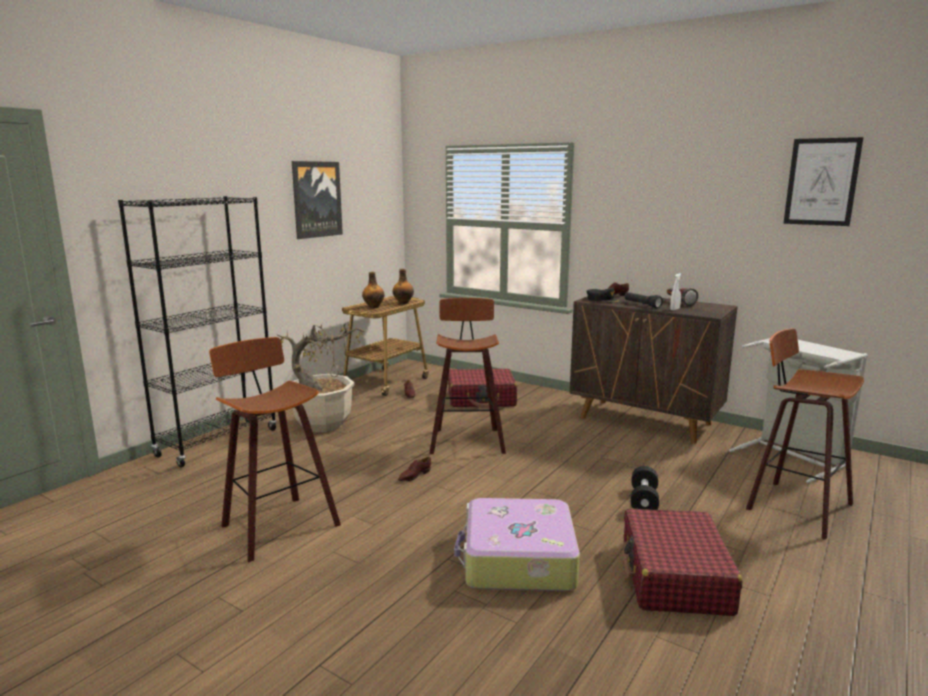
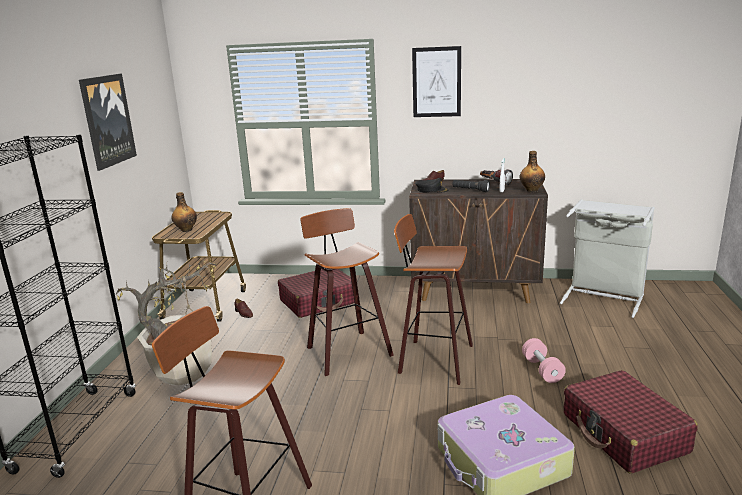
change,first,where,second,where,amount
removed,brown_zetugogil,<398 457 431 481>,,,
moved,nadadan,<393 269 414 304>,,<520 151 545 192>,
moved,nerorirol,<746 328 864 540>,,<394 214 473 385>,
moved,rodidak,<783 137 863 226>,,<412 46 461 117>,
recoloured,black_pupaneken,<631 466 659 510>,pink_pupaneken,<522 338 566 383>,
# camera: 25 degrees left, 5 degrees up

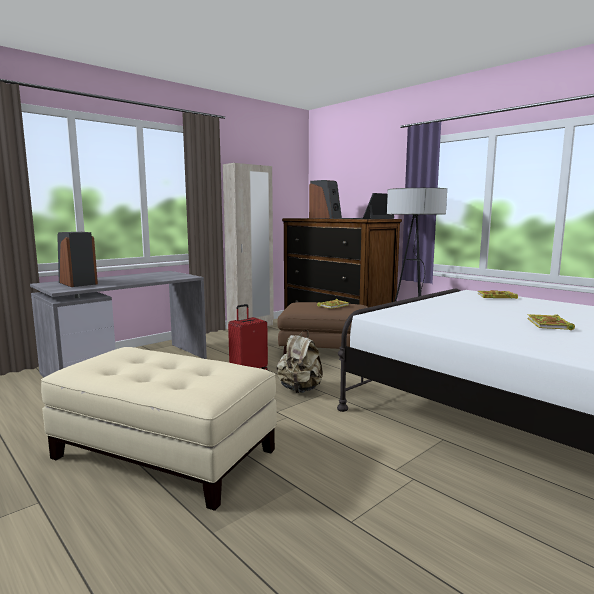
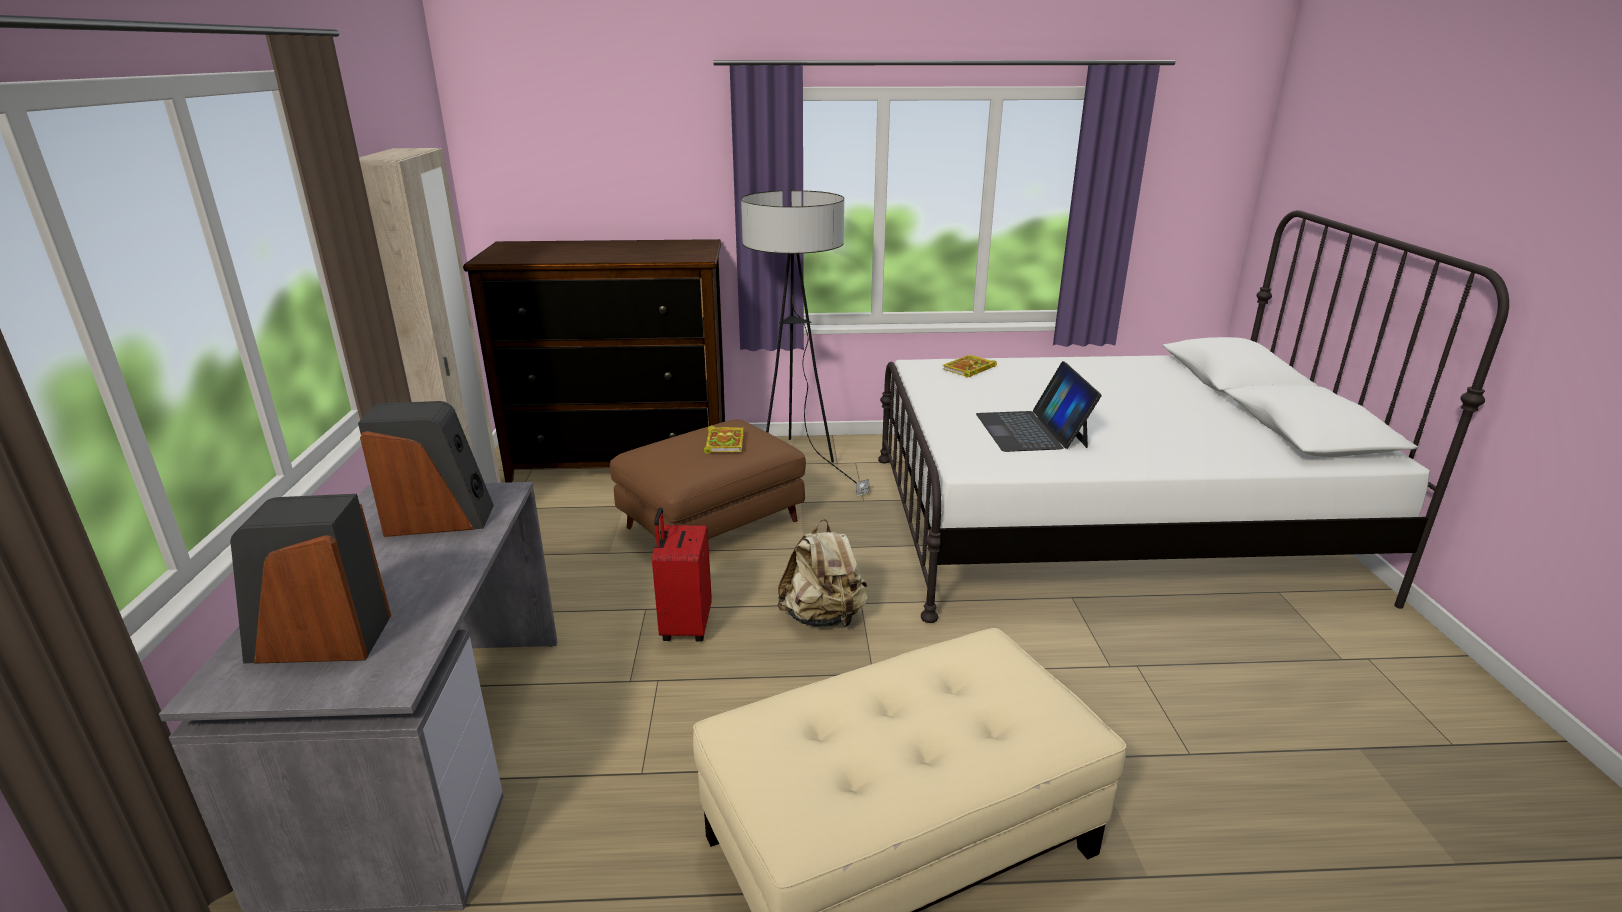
change,first,where,second,where,amount
removed,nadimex,<527 314 575 330>,,,
moved,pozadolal,<309 180 342 219>,,<358 401 494 537>,
moved,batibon,<342 193 394 219>,,<976 361 1102 452>,
# camera: 50 degrees left, 15 degrees up

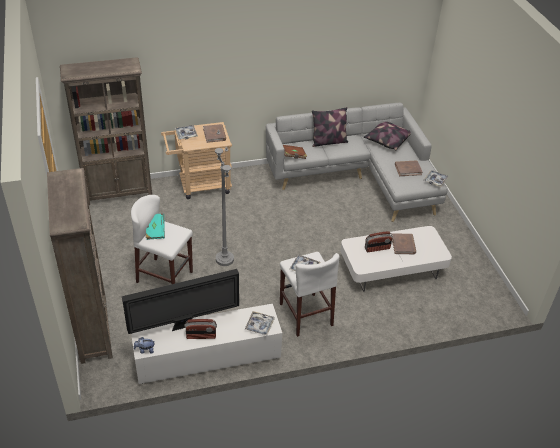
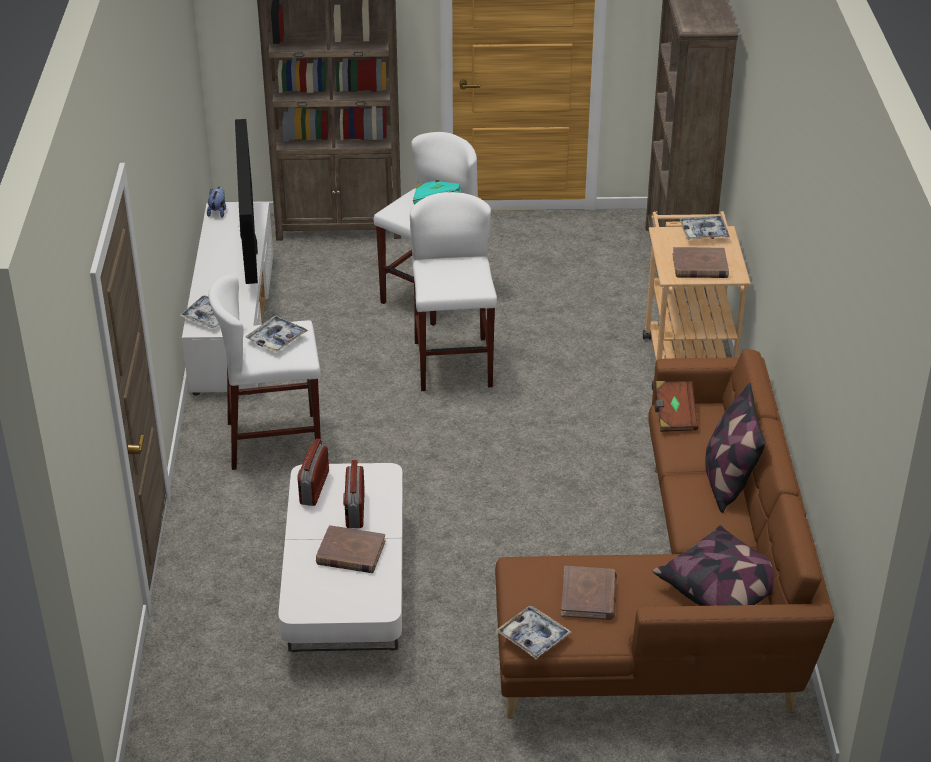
change,first,where,second,where,amount
moved,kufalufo,<185 319 217 339>,,<297 439 329 506>,
replaced,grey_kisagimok,<215 130 234 266>,white_nerorirol,<410 192 497 391>,
recoloured,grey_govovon,<266 103 448 222>,brown_govovon,<495 349 834 718>,
# camera: 105 degrees right, 5 degrees down

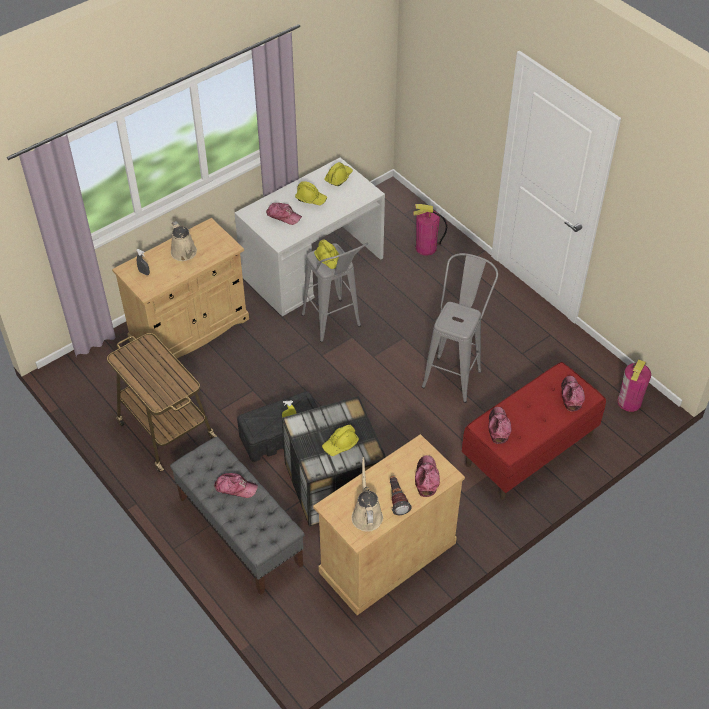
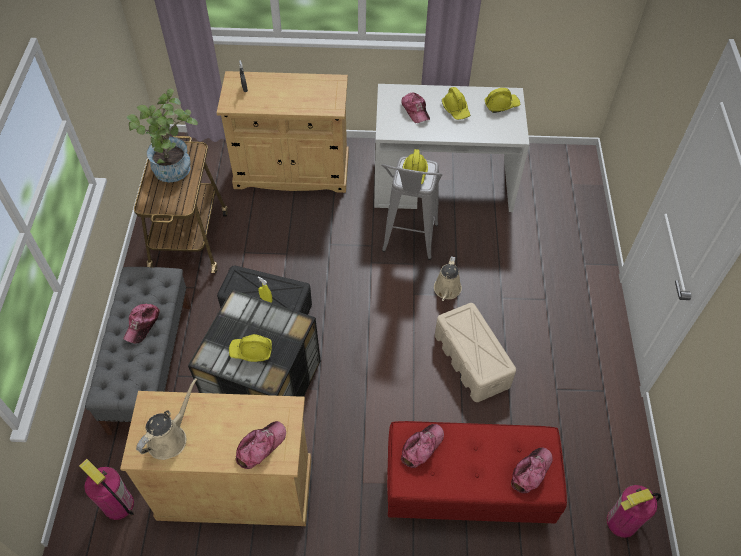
change,first,where,second,where,amount
removed,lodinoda,<390 475 411 515>,,,
added,,,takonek,<127 88 198 182>,
moved,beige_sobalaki,<171 221 197 261>,,<434 256 462 301>,
moved,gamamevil,<413 204 447 256>,,<79 459 134 520>,
replaced,grey_nerorirol,<422 253 498 403>,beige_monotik,<435 303 516 402>,
turned,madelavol,<214 473 258 498>,,<123 304 160 344>,60 degrees clockwise
# camera: 40 degrees right, 5 degrees up

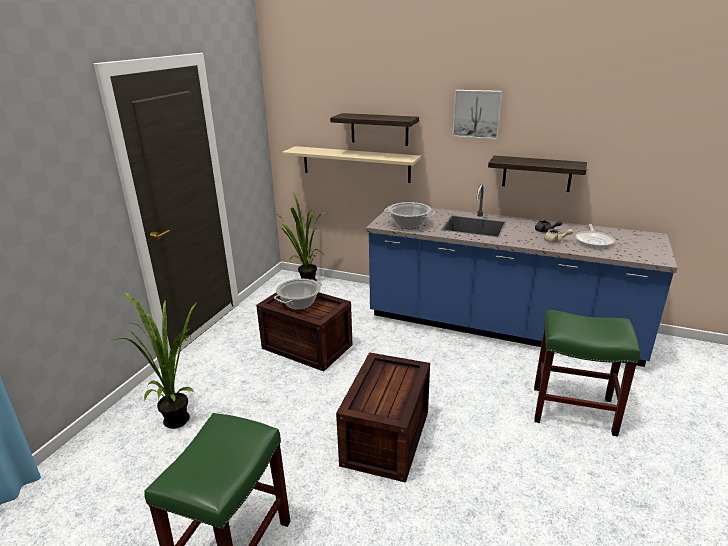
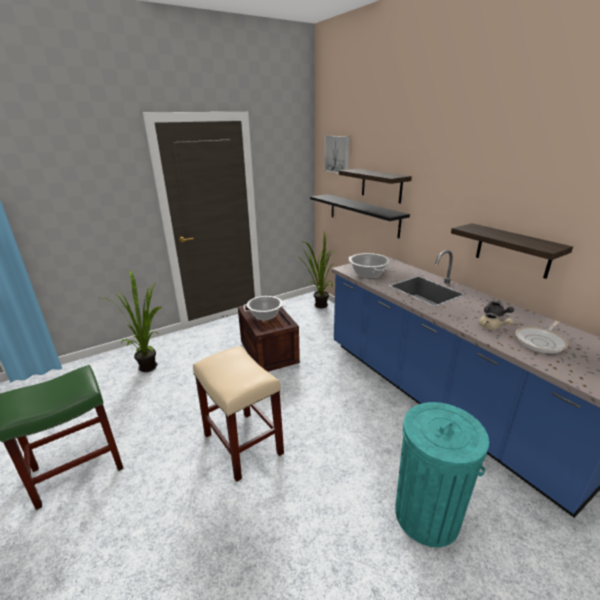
change,first,where,second,where,amount
moved,rodidak,<452 90 502 139>,,<324 136 350 173>,
replaced,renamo,<336 352 430 483>,beige_nerorirol,<193 346 284 482>,
replaced,green_nerorirol,<534 309 640 437>,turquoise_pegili,<395 402 489 547>,
recoloured,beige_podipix,<282 146 421 183>,black_podipix,<310 194 410 239>,
# camera: 35 degrees right, 0 degrees up

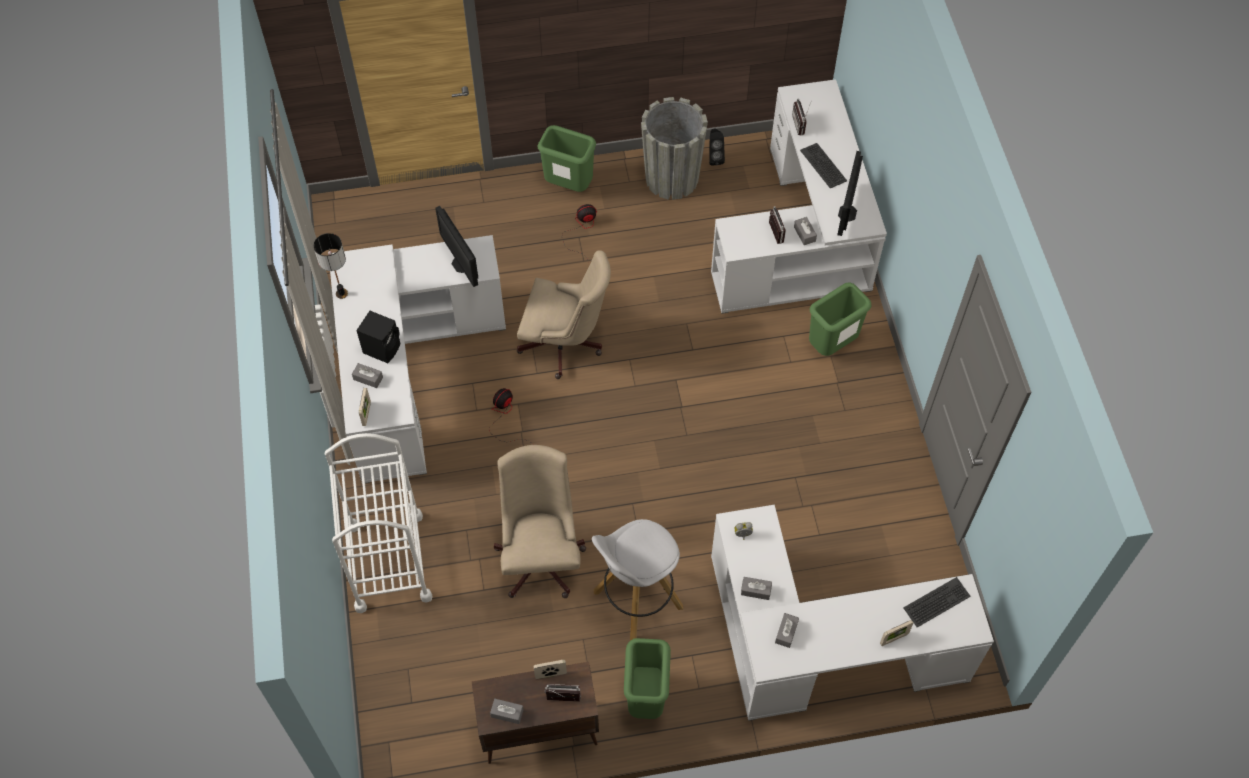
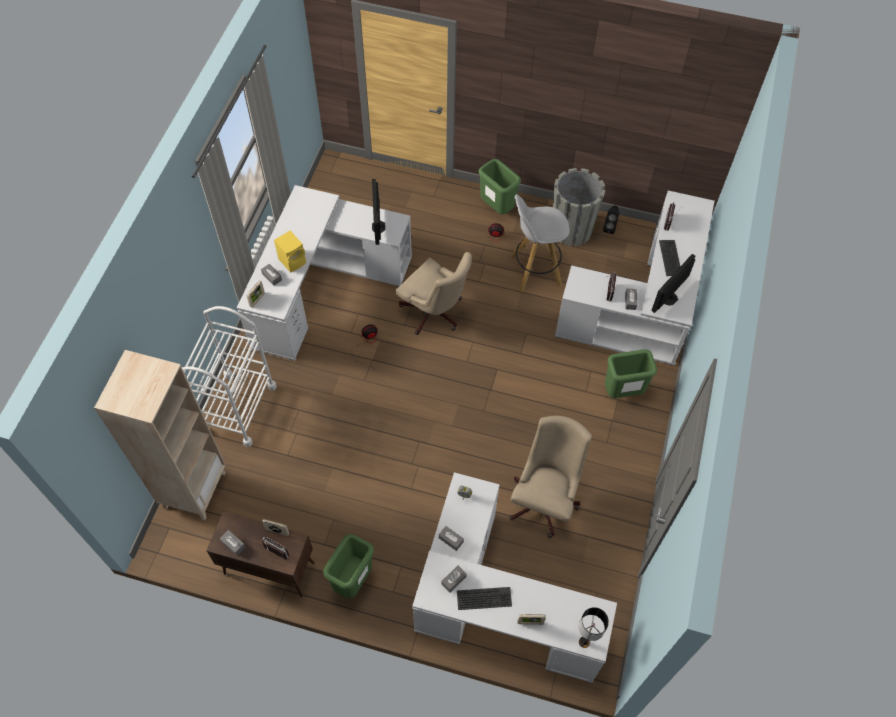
change,first,where,second,where,amount
added,,,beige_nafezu,<94 350 226 520>,
moved,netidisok,<314 233 348 299>,,<579 607 609 648>,
moved,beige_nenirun,<494 445 586 598>,,<509 416 592 538>,
moved,white_nerorirol,<592 519 683 641>,,<511 194 570 292>,
moved,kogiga,<903 577 971 627>,,<457 587 512 610>,
recoloured,black_pozadolal,<356 311 401 364>,yellow_pozadolal,<274 231 306 273>,
# camera: 25 degrees right, 0 degrees up

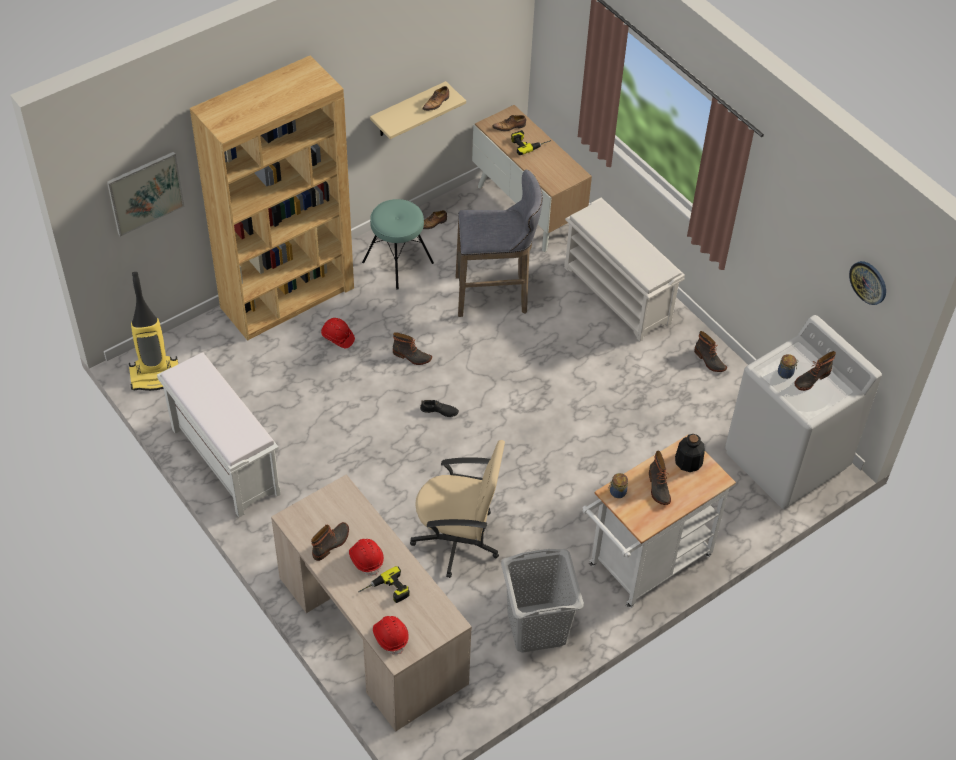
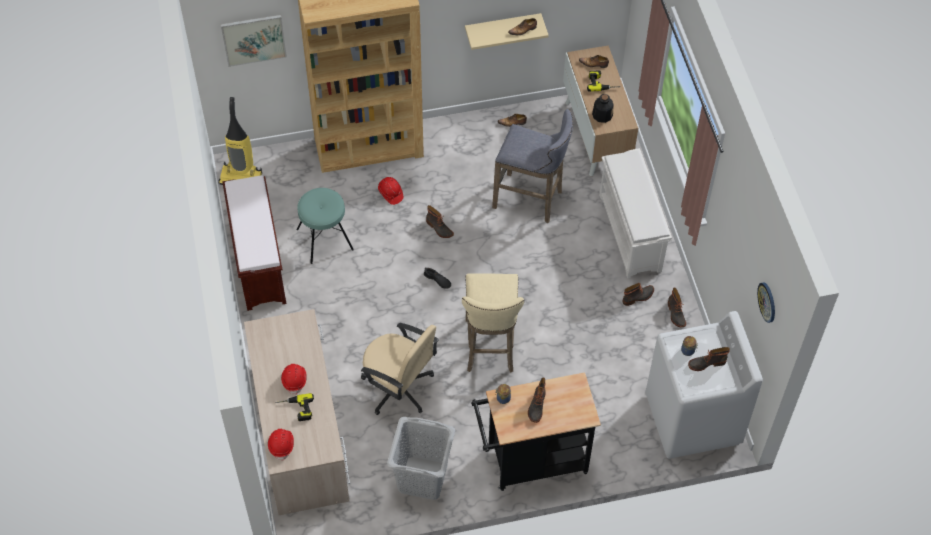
change,first,where,second,where,amount
added,,,beige_nerorirol,<462 273 524 372>,
moved,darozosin,<311 522 349 561>,,<622 283 654 306>,
moved,turquoise_nerorirol,<362 199 434 290>,,<296 188 354 264>,
moved,nadadan,<675 434 705 472>,,<592 94 614 123>,
recoloured,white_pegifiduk,<157 352 281 517>,brown_pegifiduk,<222 175 287 311>,
recoloured,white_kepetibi,<583 435 736 608>,black_kepetibi,<471 372 601 491>,
# camera: 25 degrees right, 5 degrees up

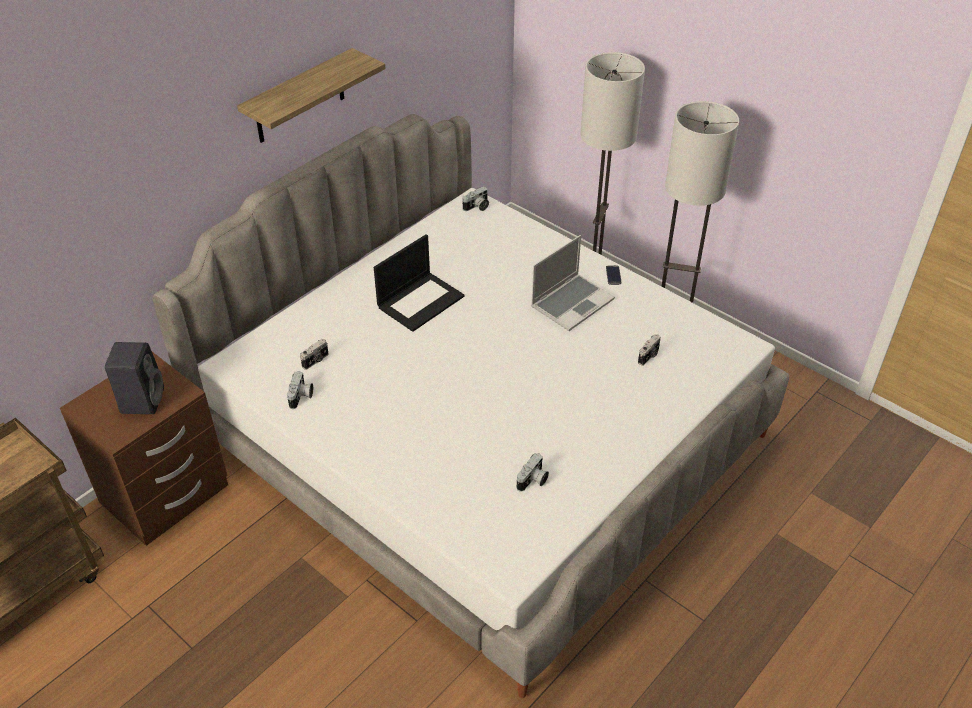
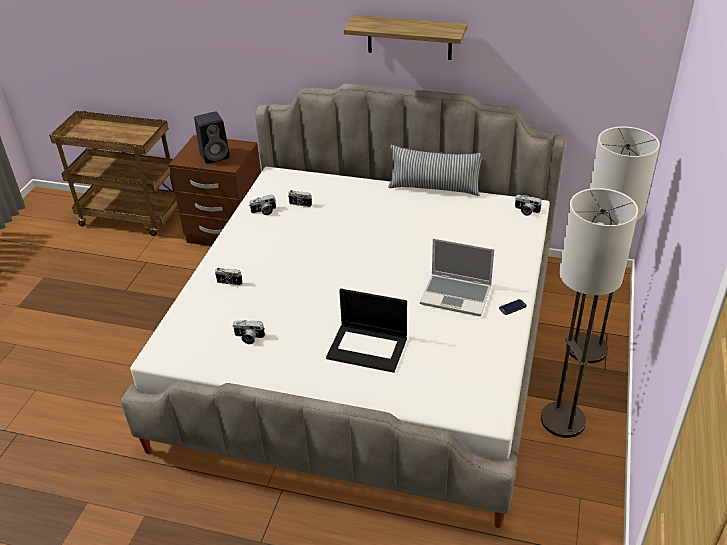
change,first,where,second,where,amount
added,,,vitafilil,<388 145 482 196>,
moved,batibon,<374 234 464 332>,,<326 289 407 373>,
moved,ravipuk,<638 334 661 366>,,<215 268 243 285>,
# camera: 65 degrees right, 5 degrees down

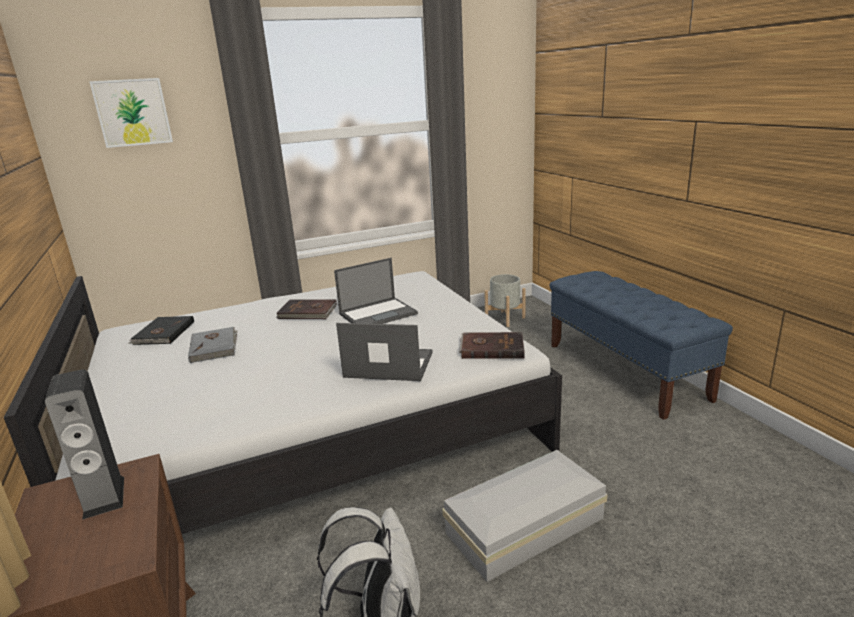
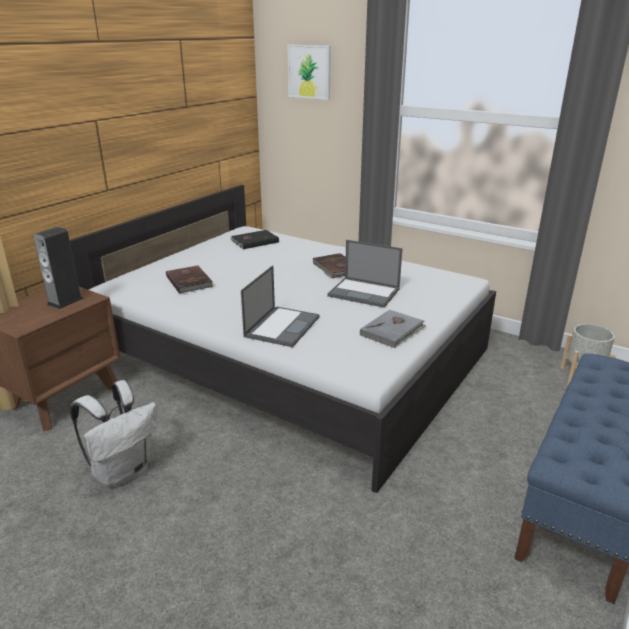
change,first,where,second,where,amount
removed,white_monotik,<442 450 608 582>,,,
moved,grey_nadimex,<188 327 237 363>,,<360 310 426 348>,
moved,brown_nadimex,<459 332 525 359>,,<166 265 213 294>,
turned,batibon,<336 323 433 381>,,<241 265 319 347>,45 degrees clockwise
# camera: 55 degrees right, 5 degrees up

